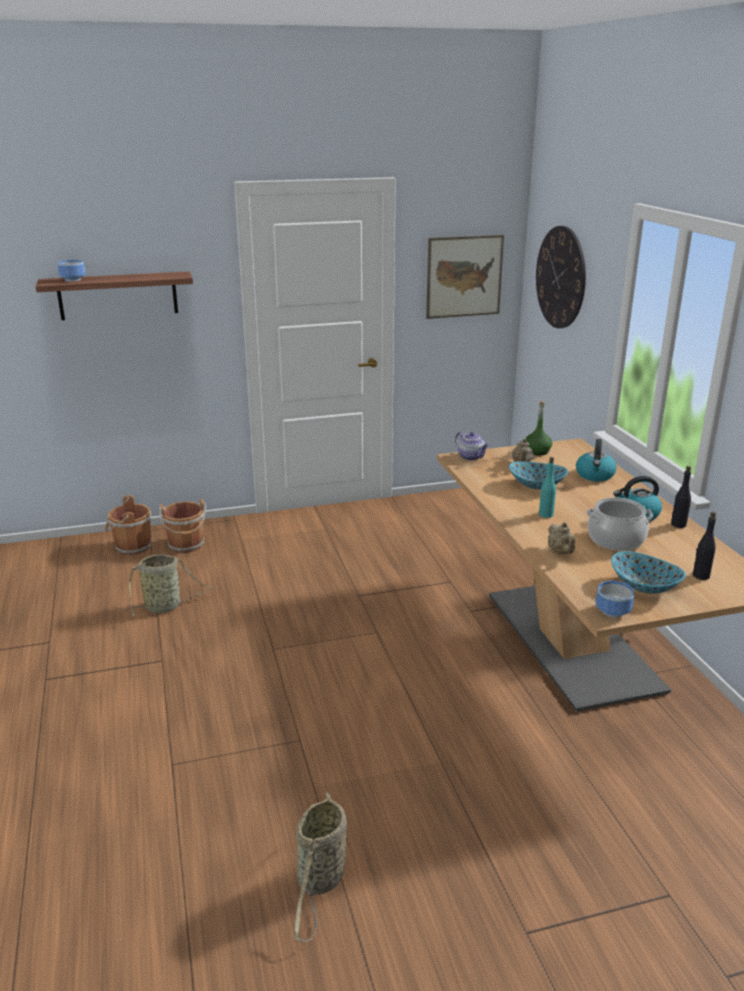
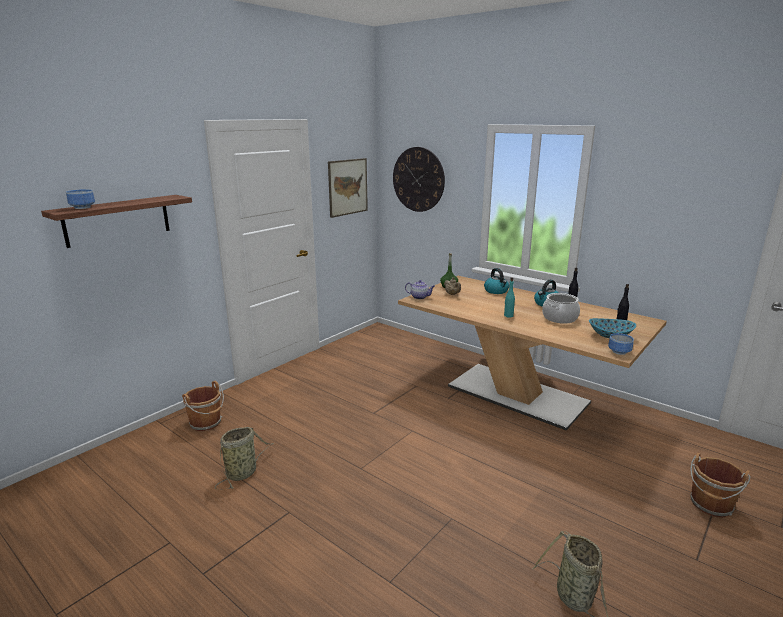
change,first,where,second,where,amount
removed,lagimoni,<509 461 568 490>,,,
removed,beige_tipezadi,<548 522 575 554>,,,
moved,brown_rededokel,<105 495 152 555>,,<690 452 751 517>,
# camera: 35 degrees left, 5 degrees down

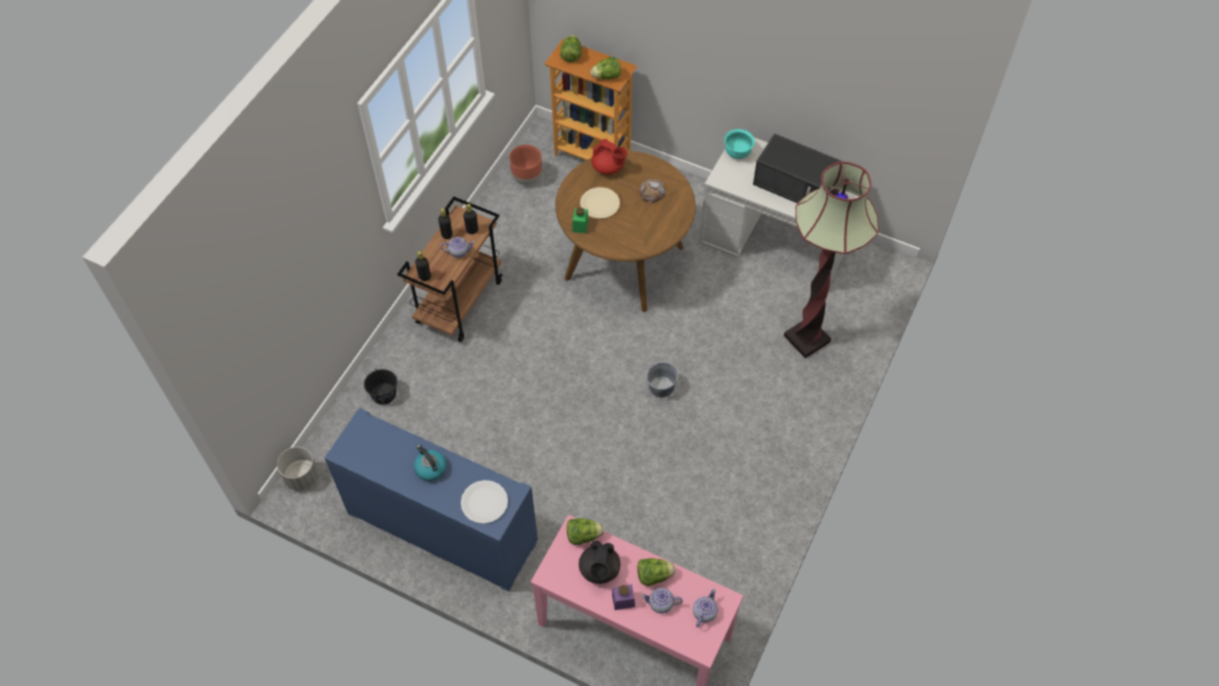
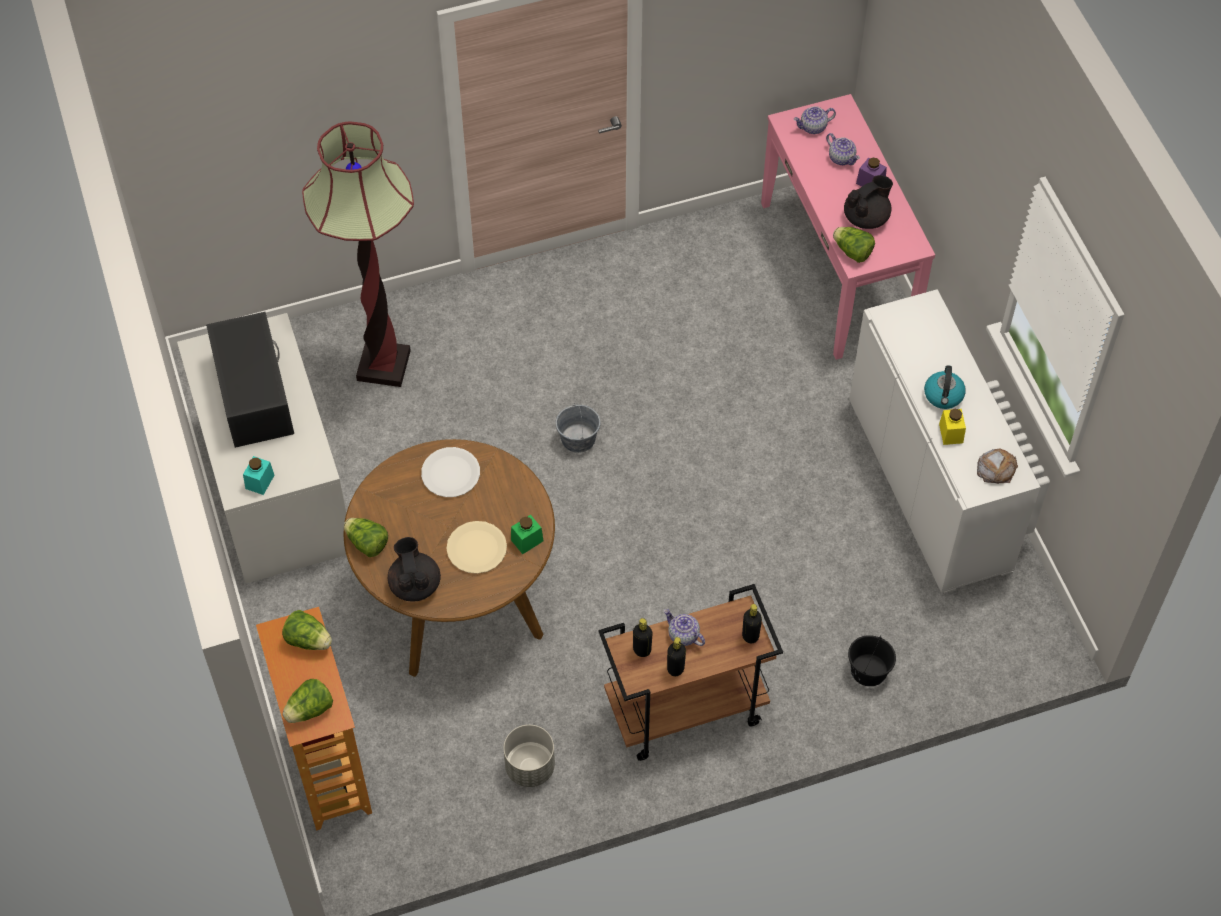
change,first,where,second,where,amount
removed,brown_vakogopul,<509 145 542 185>,,,
added,,,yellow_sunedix,<939 409 966 445>,
moved,grey_vakogopul,<277 447 318 491>,,<503 725 555 787>,
moved,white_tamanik,<461 480 508 524>,,<421 447 480 497>,
moved,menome,<637 558 675 586>,,<344 518 388 557>,
moved,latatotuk,<639 179 665 203>,,<977 449 1018 484>,
replaced,turquoise_lagimoni,<724 129 755 159>,turquoise_sunedix,<243 456 275 495>,
recoloured,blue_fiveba,<325 408 538 592>,white_fiveba,<849 289 1040 594>,
recoloured,red_tipezadi,<591 139 627 175>,black_tipezadi,<388 537 441 601>,
# camera: 135 degrees left, 0 degrees up

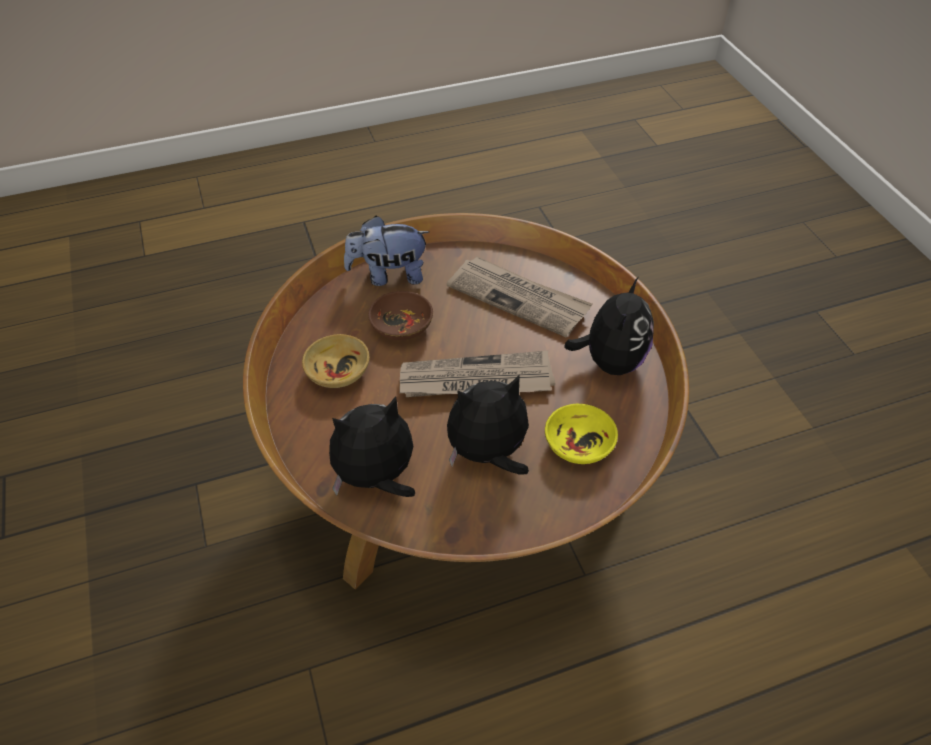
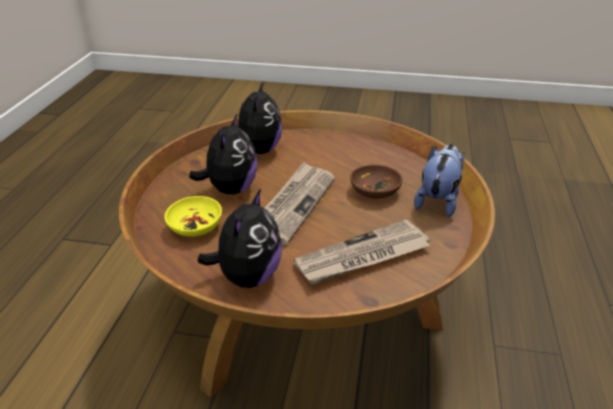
change,first,where,second,where,amount
removed,beige_lagimoni,<302 334 370 388>,,,
turned,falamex,<564 277 654 375>,,<198 188 282 288>,120 degrees counterclockwise
# camera: 120 degrees right, 15 degrees down

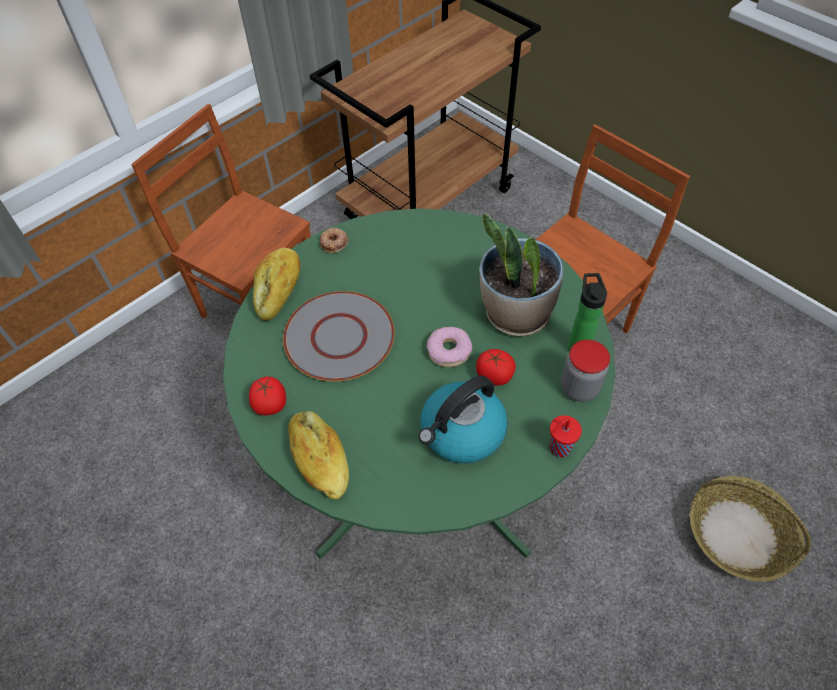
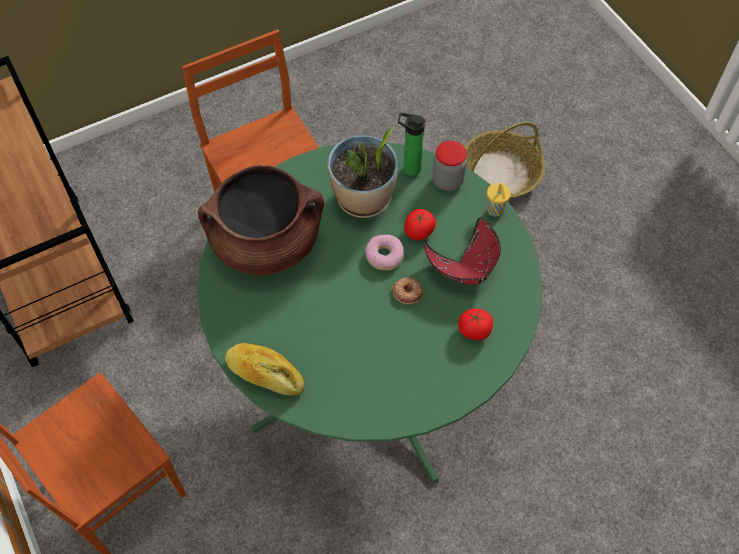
change,first,where,second,where,amount
removed,grey_tamanik,<283 291 395 381>,,,
removed,latatotuk,<288 411 349 499>,,,
added,,,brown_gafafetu,<198 165 324 275>,
moved,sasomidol,<249 376 286 415>,,<458 308 493 340>,
moved,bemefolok,<319 228 348 253>,,<392 277 423 304>,
replaced,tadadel,<419 375 508 463>,red_lagimoni,<424 218 501 285>,
recoloured,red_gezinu,<549 415 582 457>,yellow_gezinu,<487 183 511 217>,
# camera: 75 degrees left, 5 degrees up

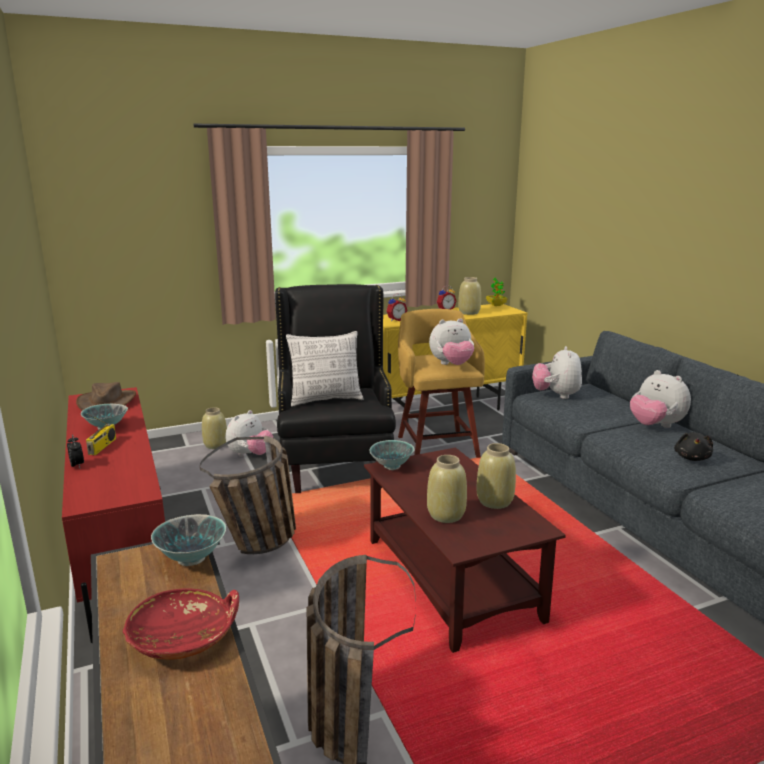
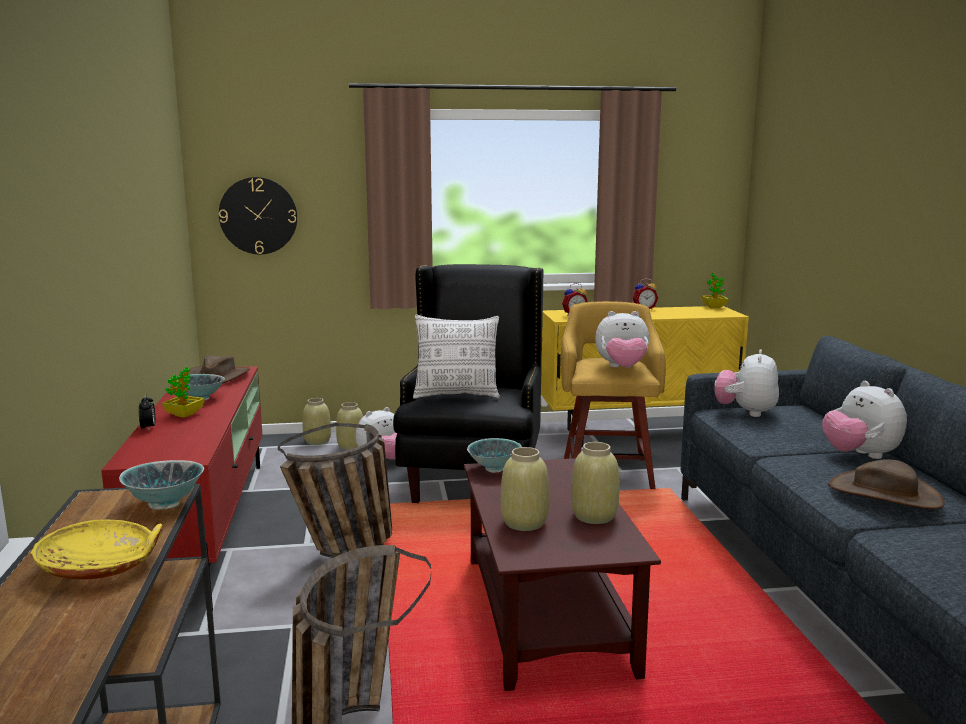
change,first,where,second,where,amount
added,,,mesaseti,<219 177 297 254>,
moved,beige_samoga,<458 277 481 315>,,<303 398 331 445>,
replaced,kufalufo,<86 414 116 455>,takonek,<162 367 204 417>,
replaced,black_falamex,<674 432 713 461>,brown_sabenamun,<828 459 945 509>,
recoloured,red_lagimoni,<123 588 239 660>,yellow_lagimoni,<30 520 163 579>,
# camera: 15 degrees right, 5 degrees down

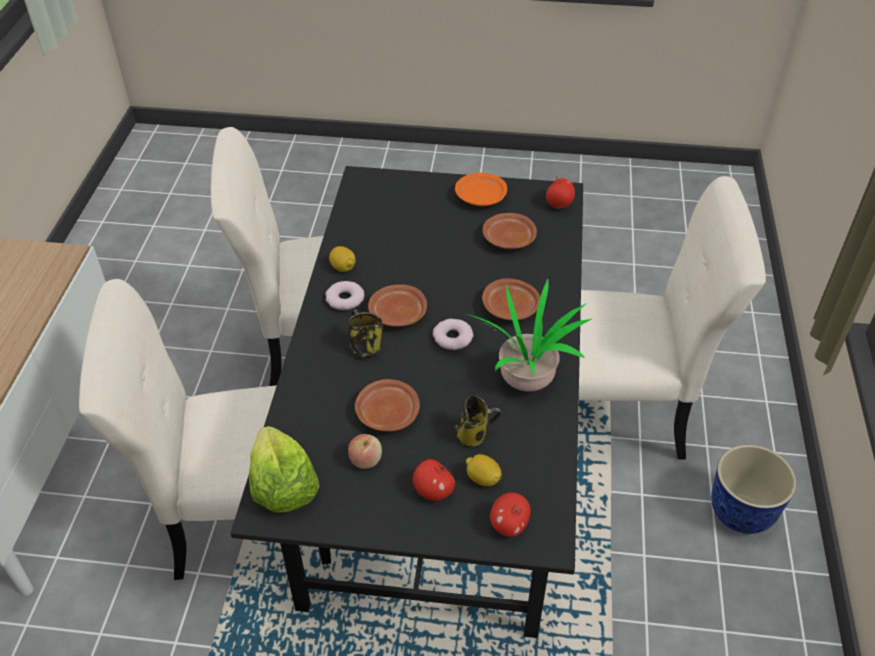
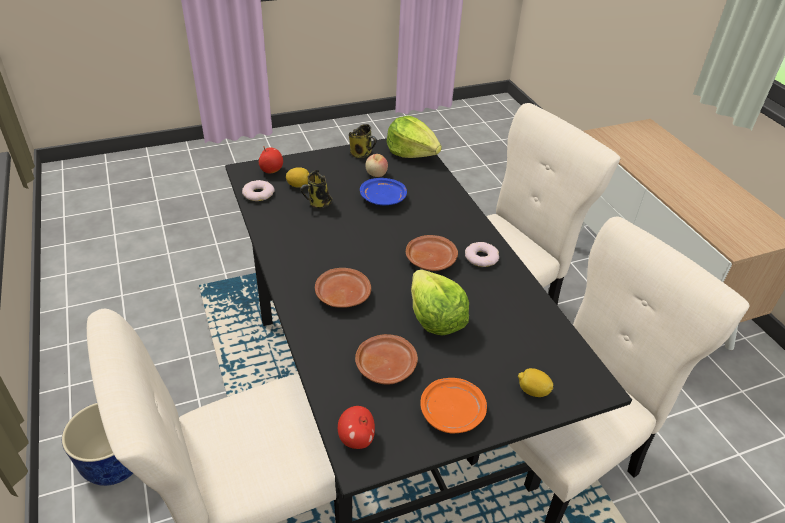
change,first,where,second,where,amount
removed,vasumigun,<413 459 455 501>,,,
removed,takonek,<465 278 591 392>,,,
added,,,menome,<411 269 469 336>,
moved,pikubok,<329 246 356 272>,,<518 368 553 397>,
moved,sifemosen,<348 309 383 358>,,<349 124 377 158>,
moved,bemefolok,<433 319 473 350>,,<242 180 275 201>,
recoloured,brown_tamanik,<355 379 420 431>,blue_tamanik,<360 178 407 205>,
# camera: 150 degrees right, 5 degrees down

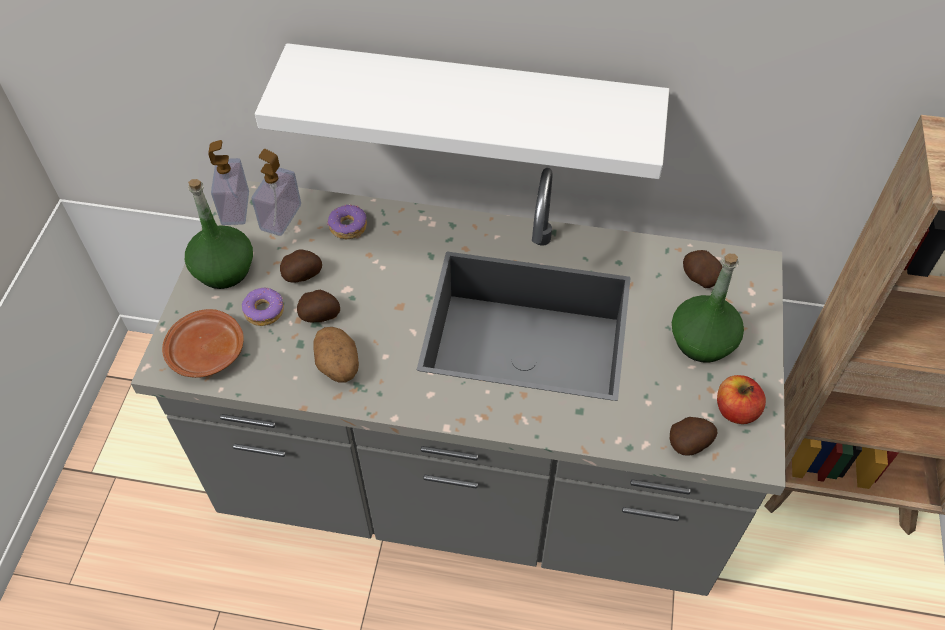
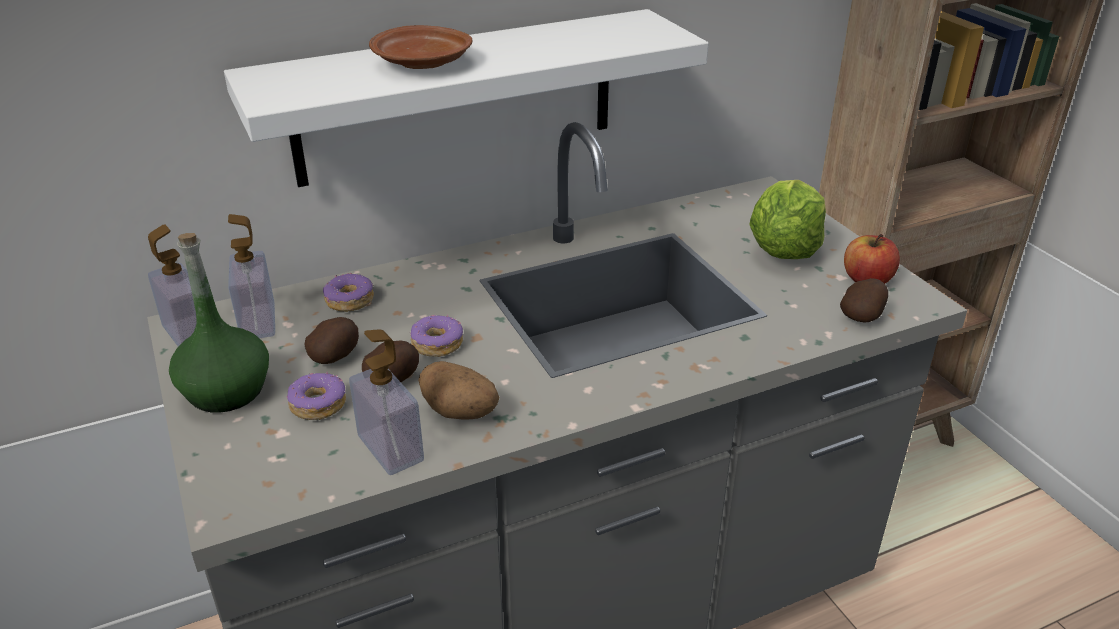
change,first,where,second,where,amount
removed,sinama,<683 250 722 288>,,,
added,,,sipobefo,<349 329 424 475>,
added,,,bemefolok,<410 315 463 357>,
moved,brown_tamanik,<162 309 244 378>,,<369 25 472 69>,
replaced,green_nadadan,<672 254 744 363>,menome,<749 180 826 259>,
# camera: 35 degrees left, 20 degrees down

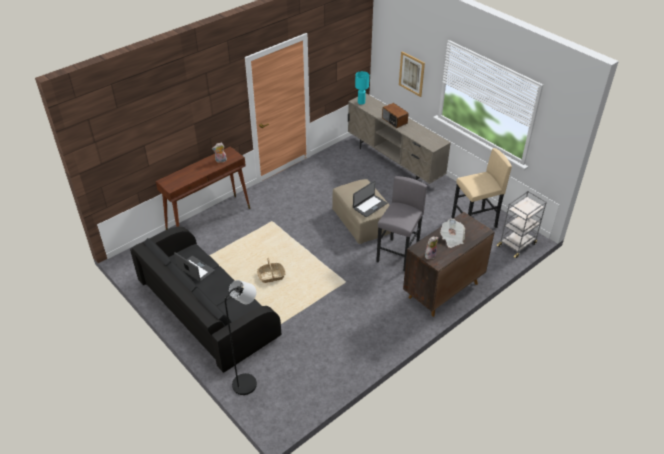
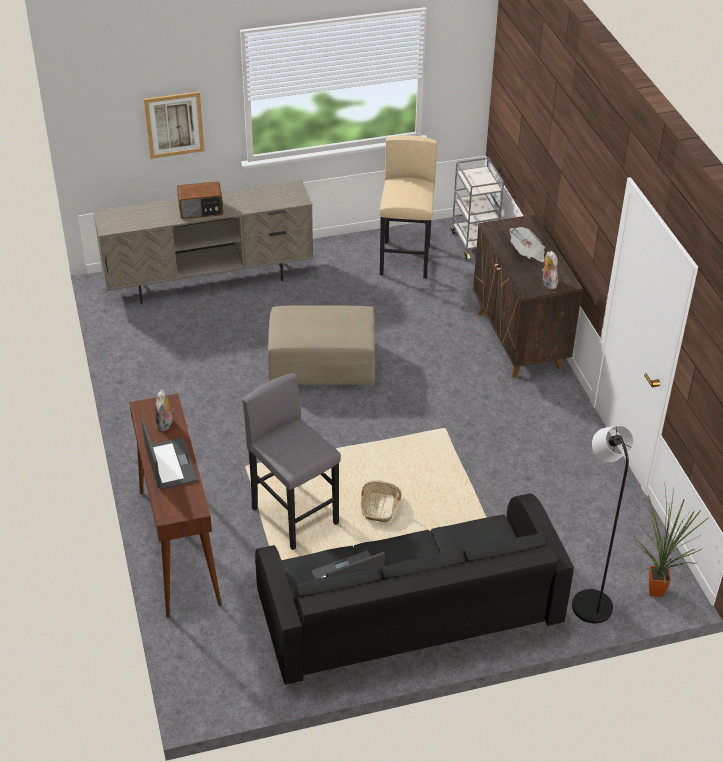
change,first,where,second,where,amount
removed,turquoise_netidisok,<355 71 369 105>,,,
added,,,takonek,<633 482 709 597>,
moved,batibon,<353 181 387 217>,,<142 419 198 490>,
moved,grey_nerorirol,<376 176 427 271>,,<242 373 341 550>,
# camera: 65 degrees left, 0 degrees up

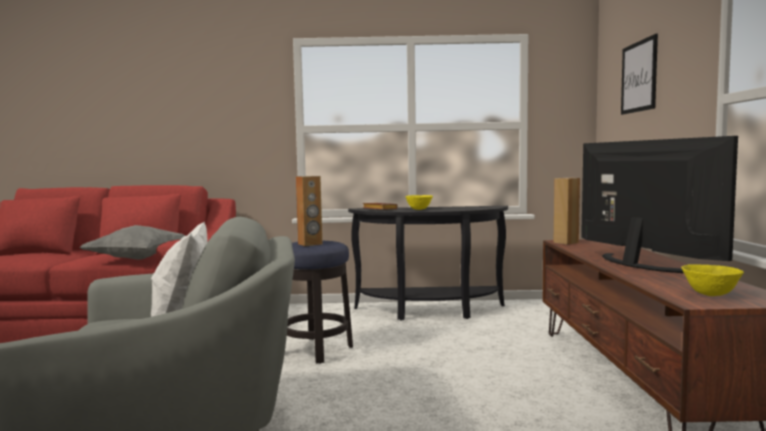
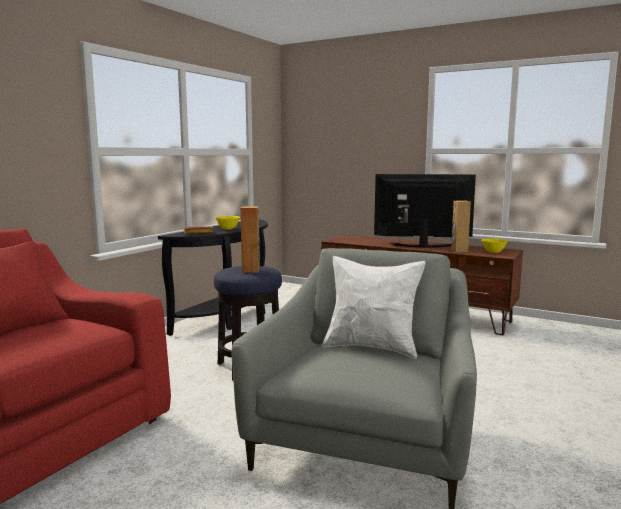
change,first,where,second,where,amount
removed,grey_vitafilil,<79 225 186 260>,,,
removed,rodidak,<621 34 658 115>,,,
moved,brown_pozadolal,<554 178 580 245>,,<451 201 471 252>,
# camera: 60 degrees left, 5 degrees up

